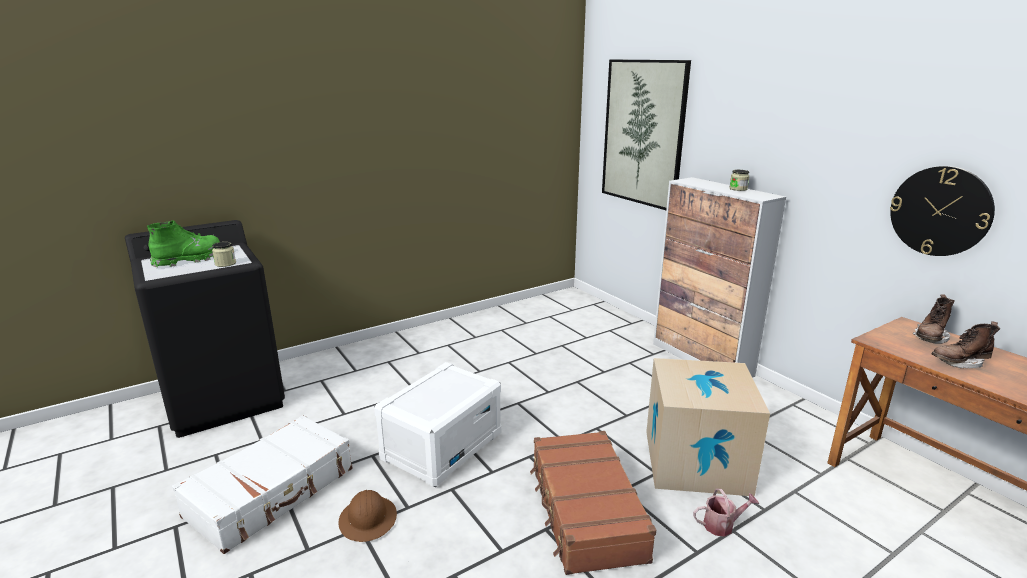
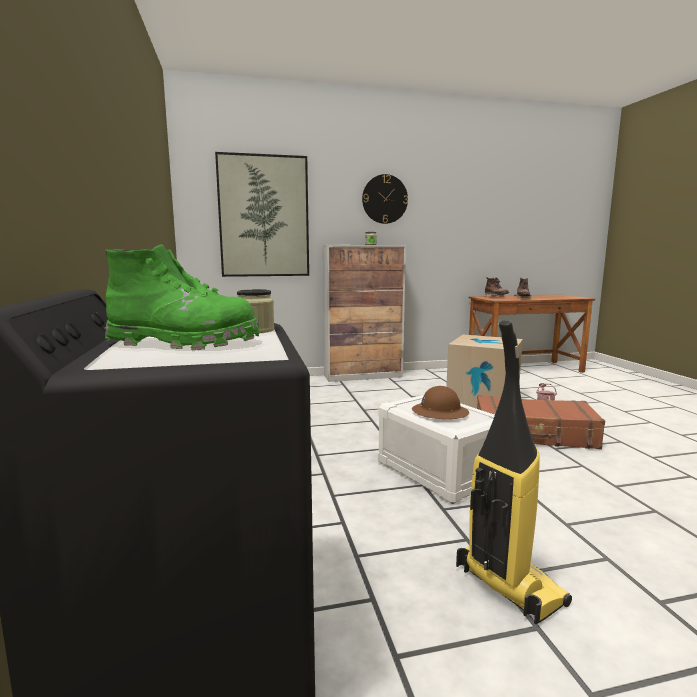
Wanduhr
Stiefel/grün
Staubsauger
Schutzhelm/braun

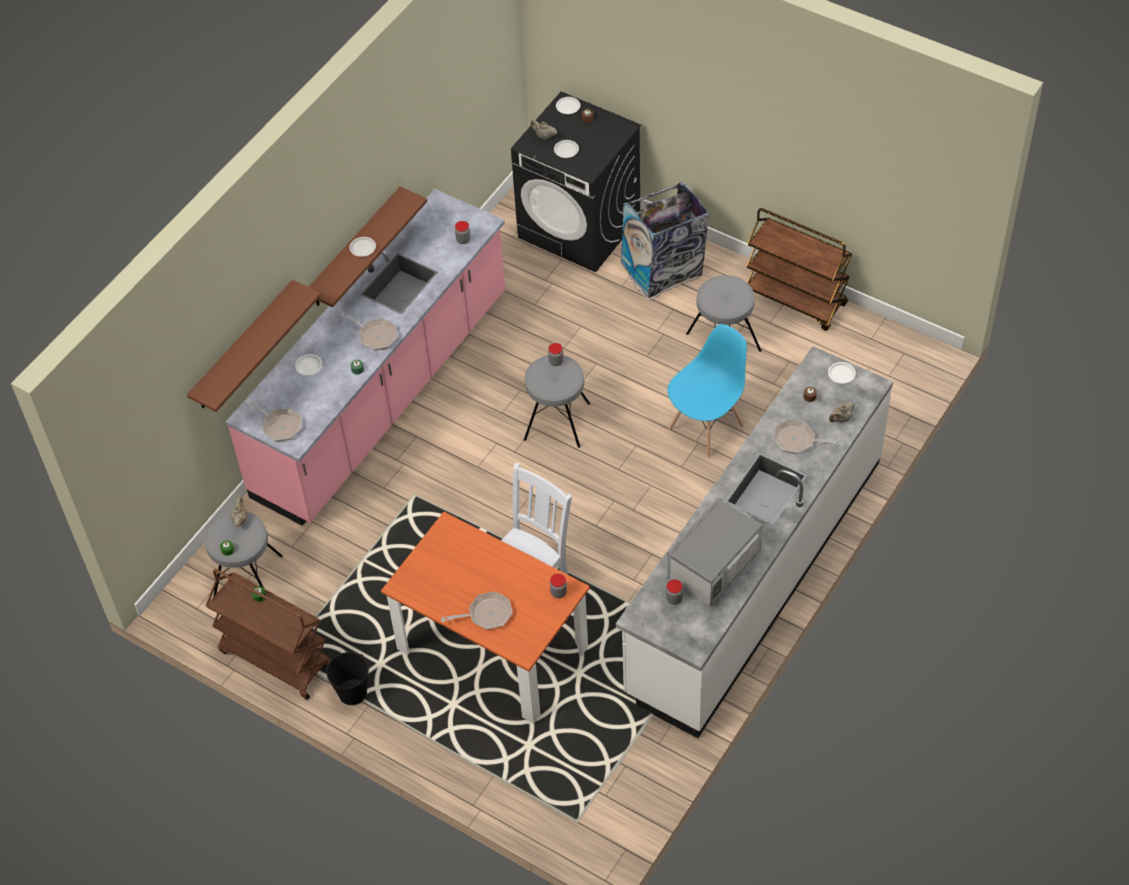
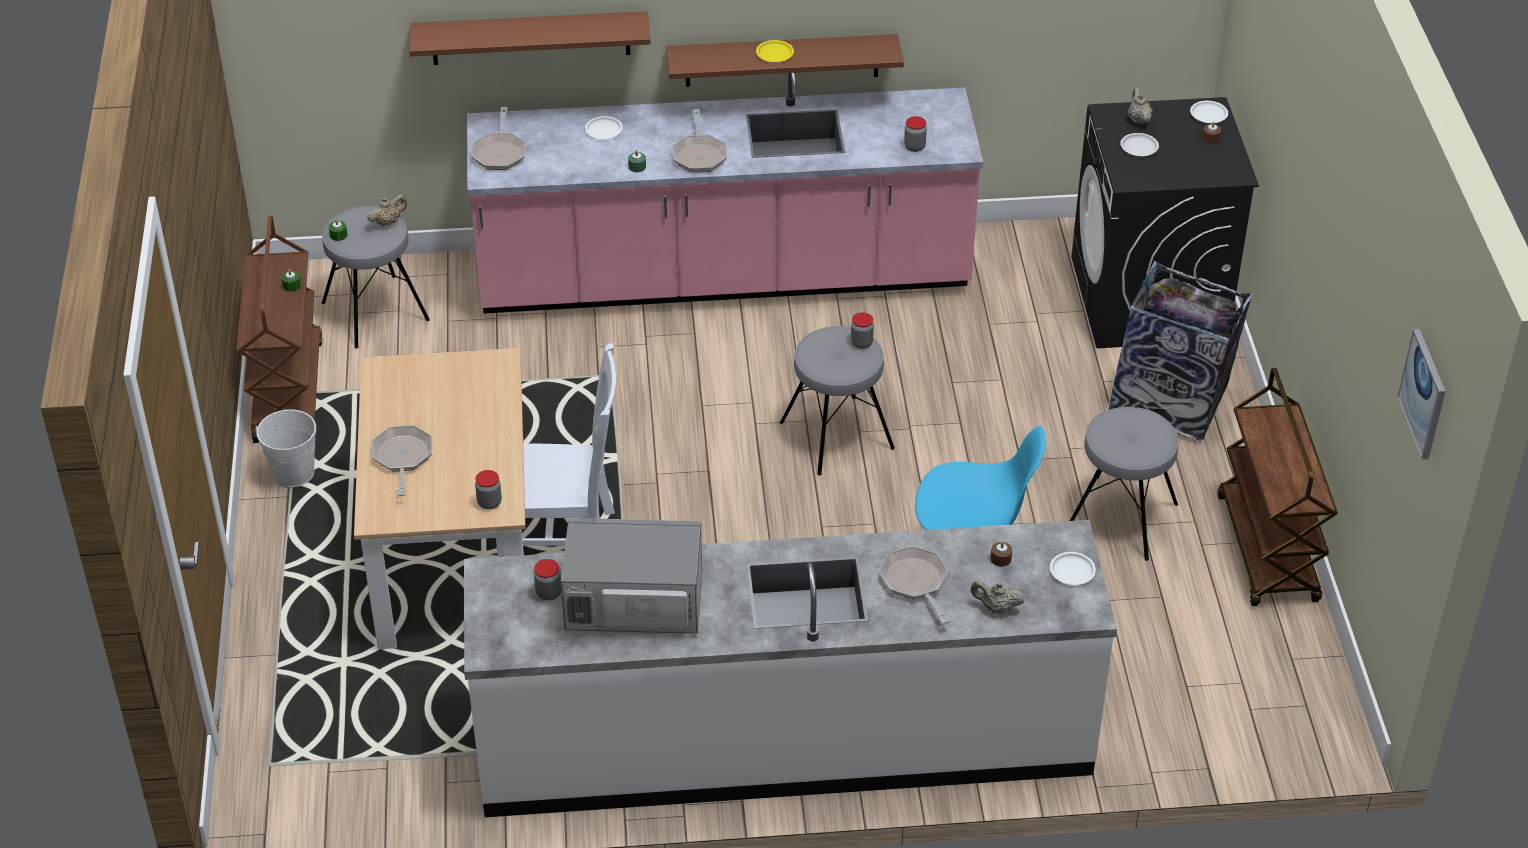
Teller/gelb
Esstisch/beige
Pfanne (no. 1 from left)
Eimer/weiß
Bild

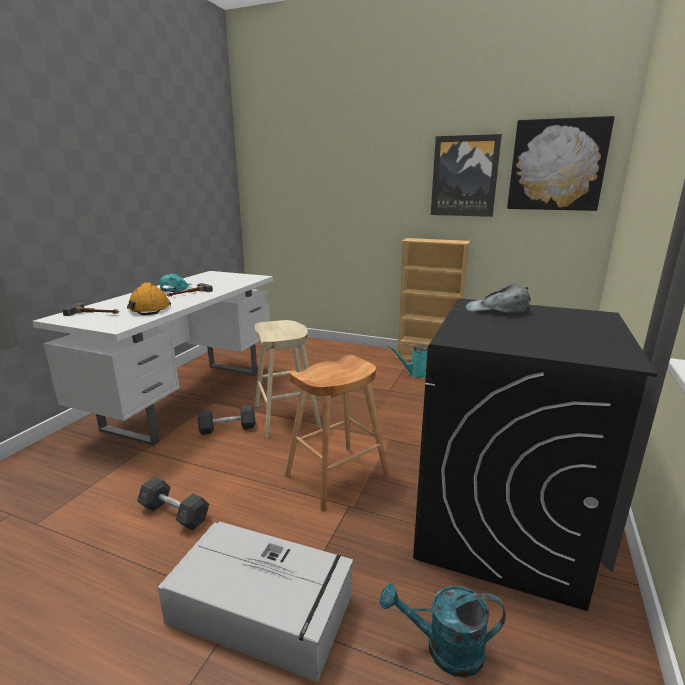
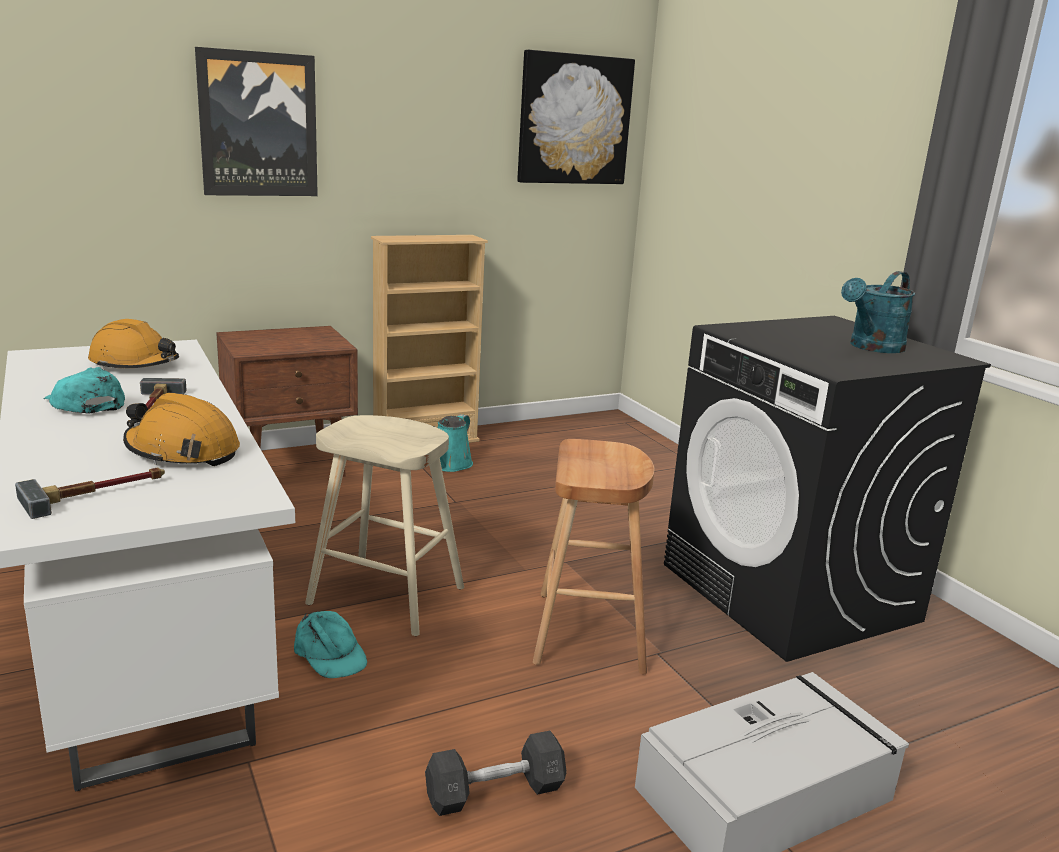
Bild (no. 1 from left)
Kappe/grau
Kappe/türkis (no. 2 from left)
Gießkanne/türkis (no. 2 from left)
Schutzhelm/orange (no. 1 from left)
Nachttisch/braun

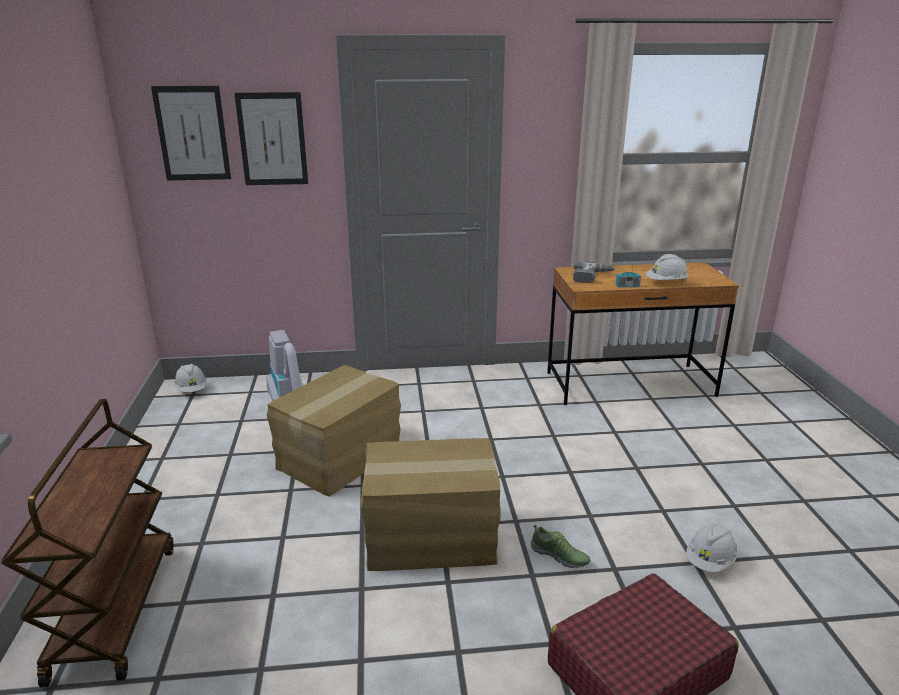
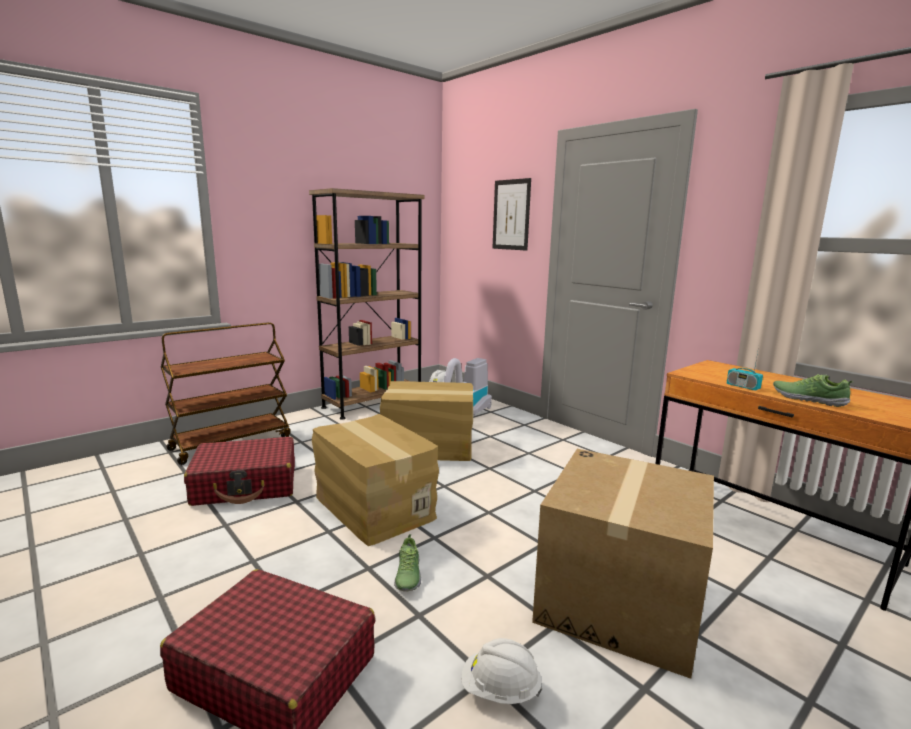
Bild (no. 1 from left in the first image)
Schuh (no. 2 from left)
Bohrmaschine
Bücherregal/braun
Koffer/rot (no. 1 from left)
Karton (no. 3 from left)

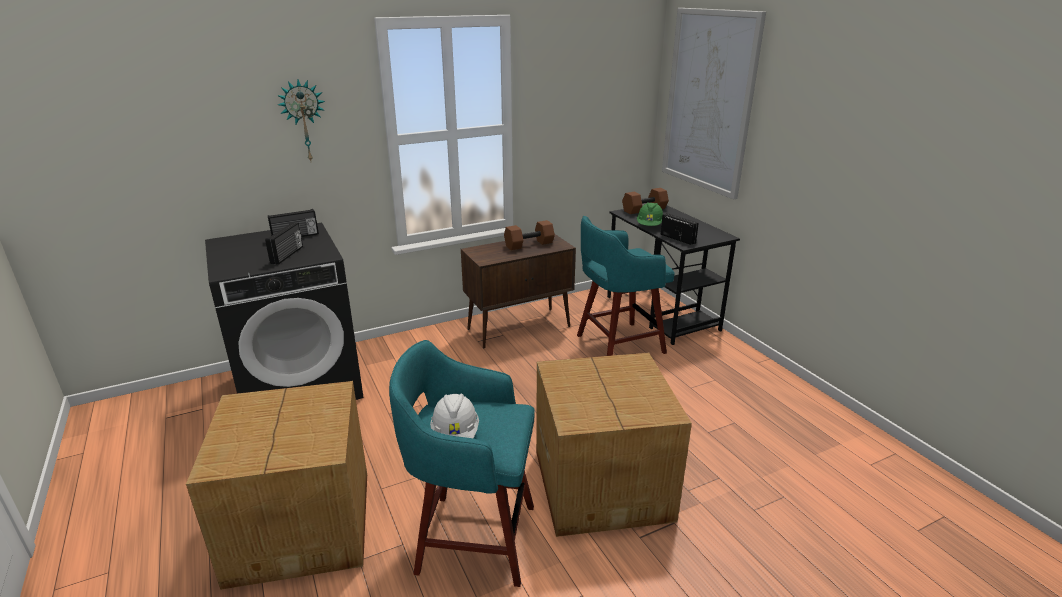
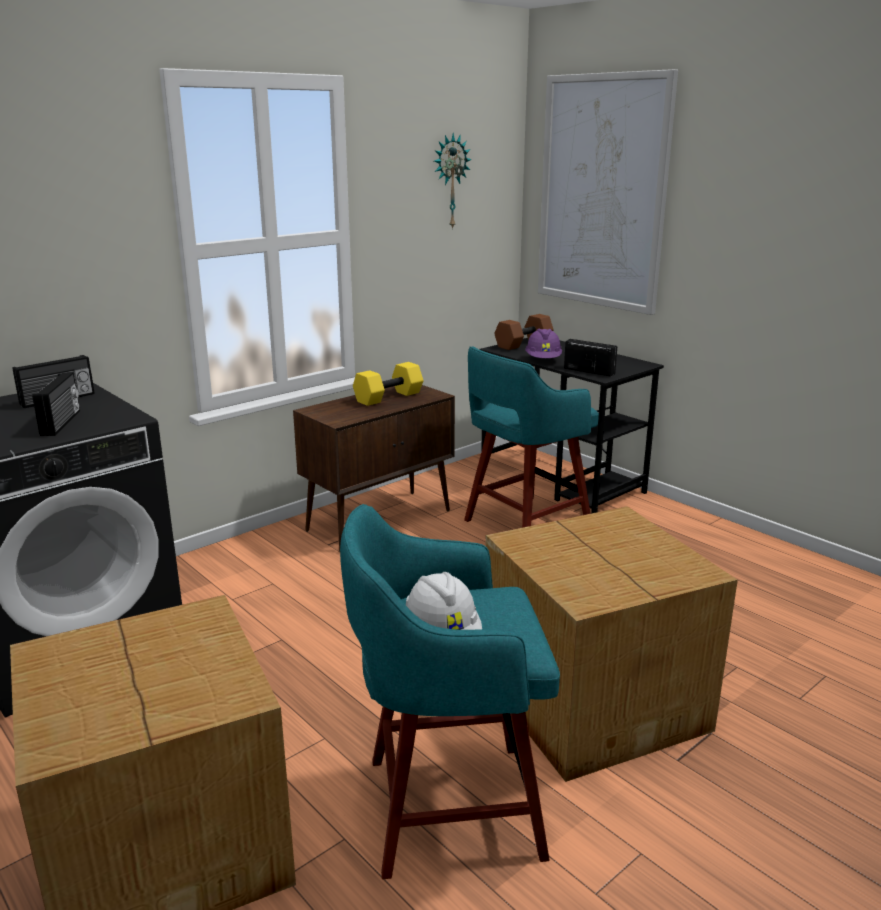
Wanduhr
Schutzhelm/lila
Hantel/gelb

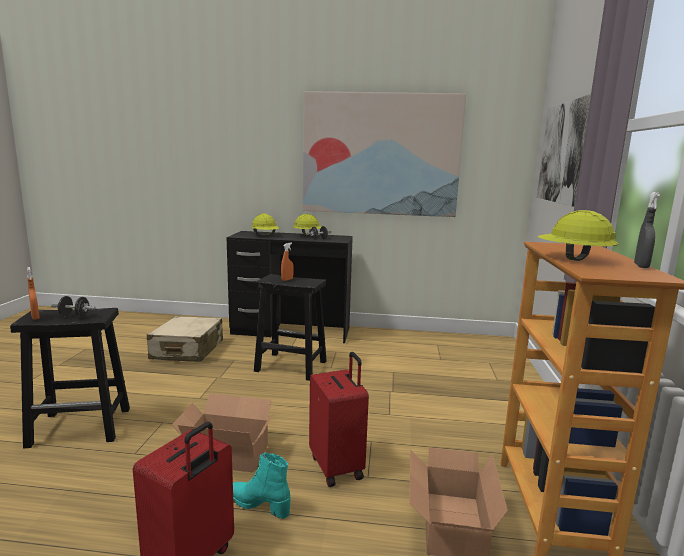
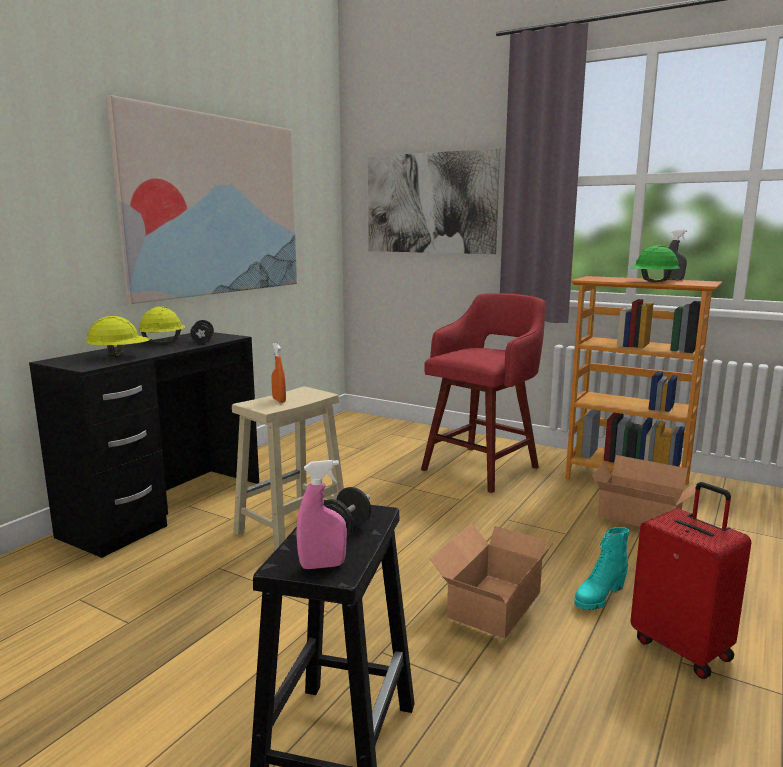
Schutzhelm/grün
Sprühflasche/rosa
Hocker/beige
Koffer/beige
Koffer/rot (no. 2 from left in the first image)
Hocker/rot

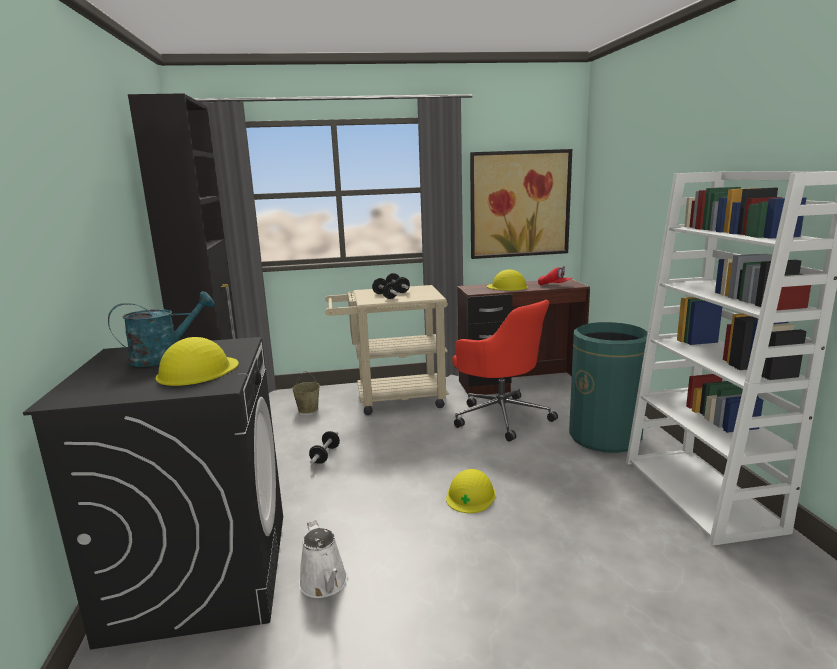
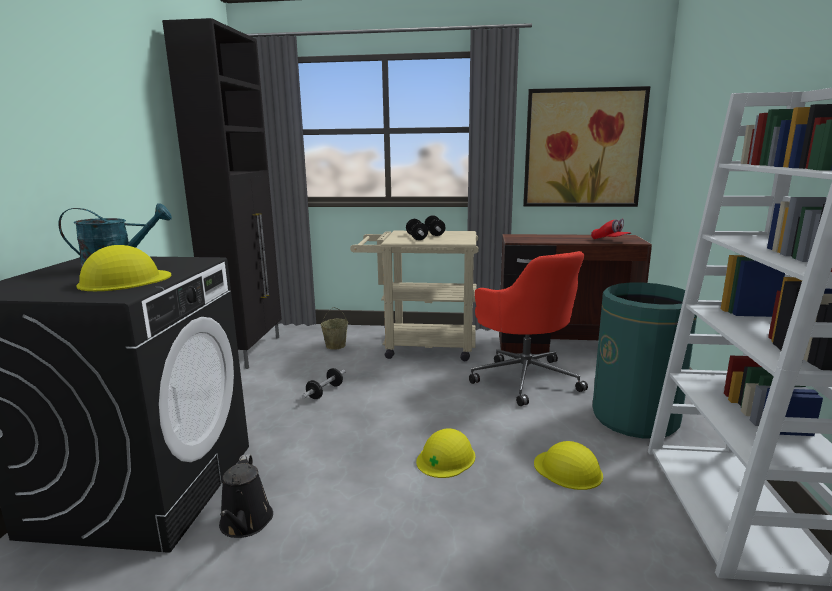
Schutzhelm/gelb (no. 3 from left)
Gießkanne/schwarz

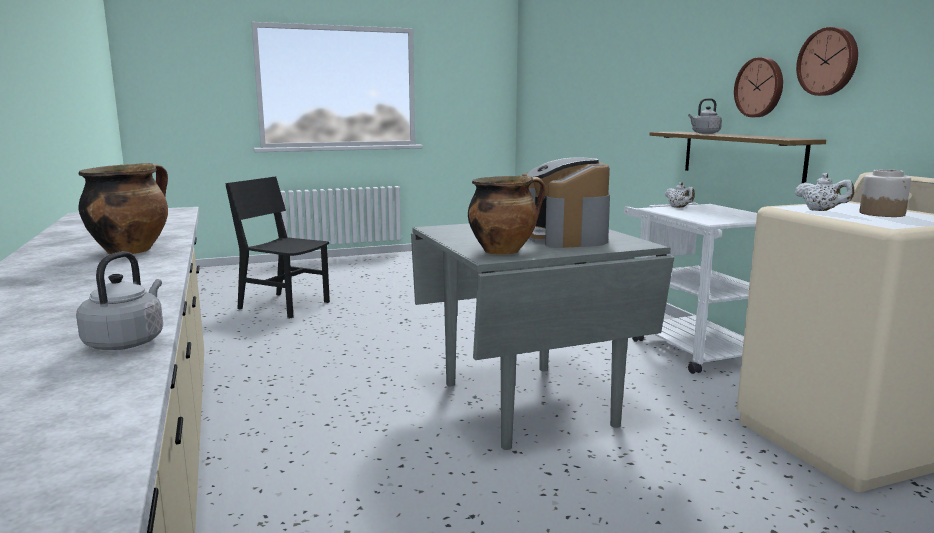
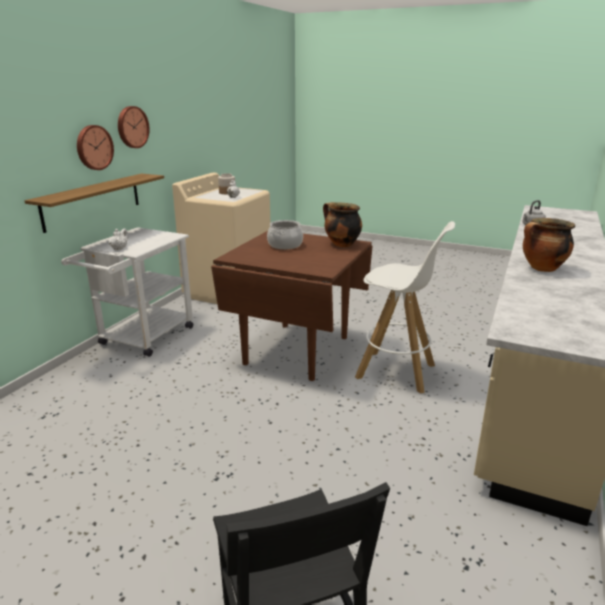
Wasserkessel/grau (no. 2 from left in the first image)
Kochtopf (no. 1 from left)
Esstisch/braun
Hocker/weiß

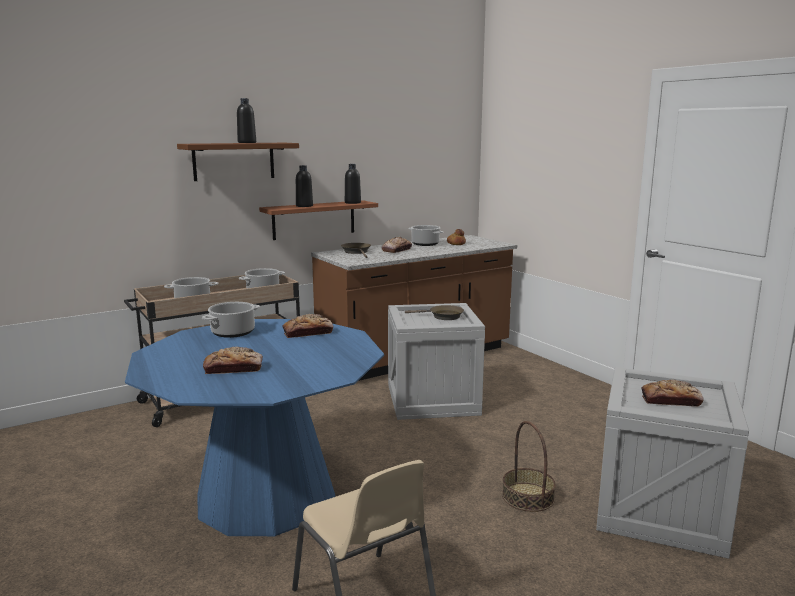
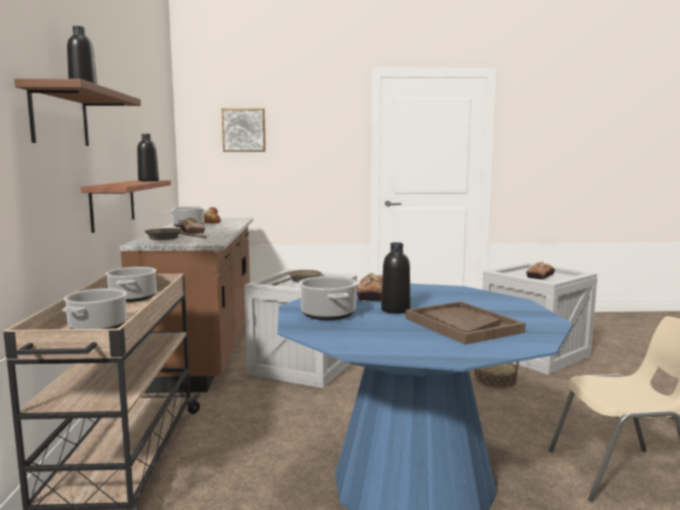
Flasche/schwarz (no. 3 from left)
Tablett/braun
Bild

